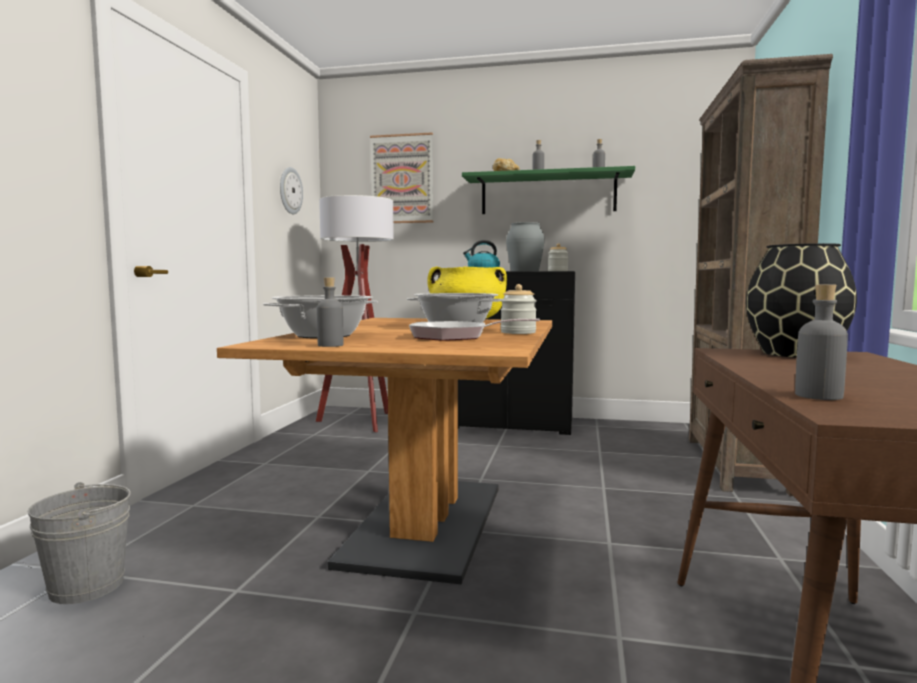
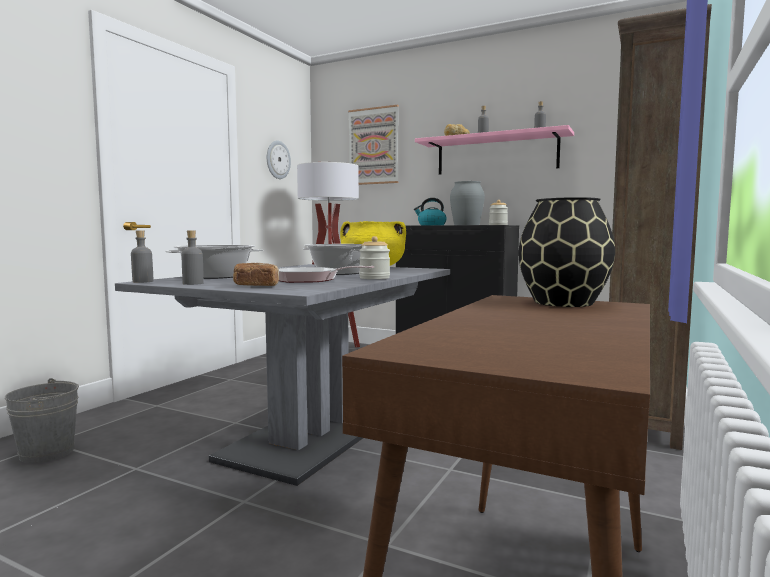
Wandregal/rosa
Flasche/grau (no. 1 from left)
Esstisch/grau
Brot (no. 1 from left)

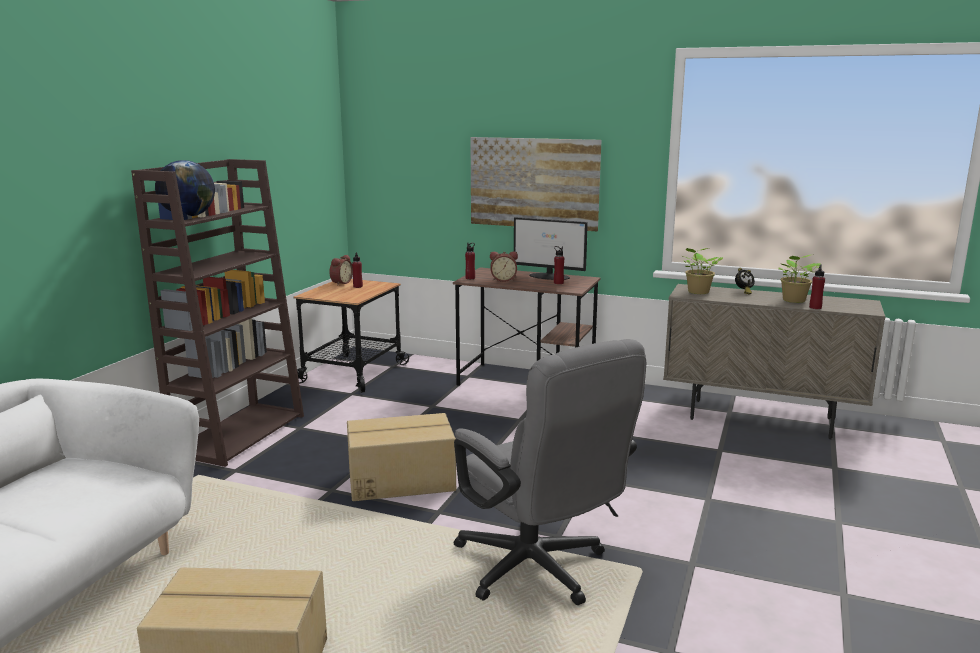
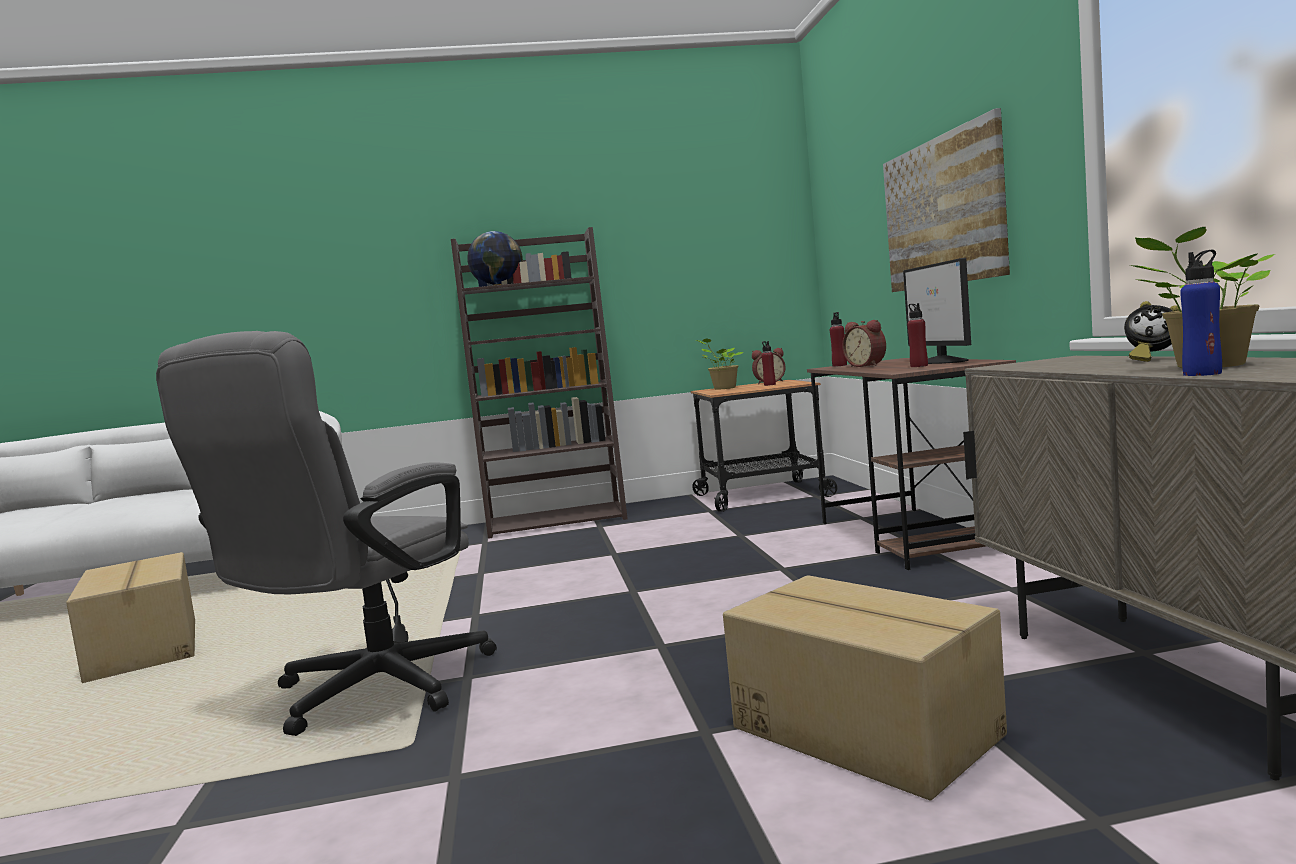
Topfpflanze (no. 1 from left)
Flasche/blau
Karton (no. 2 from left)

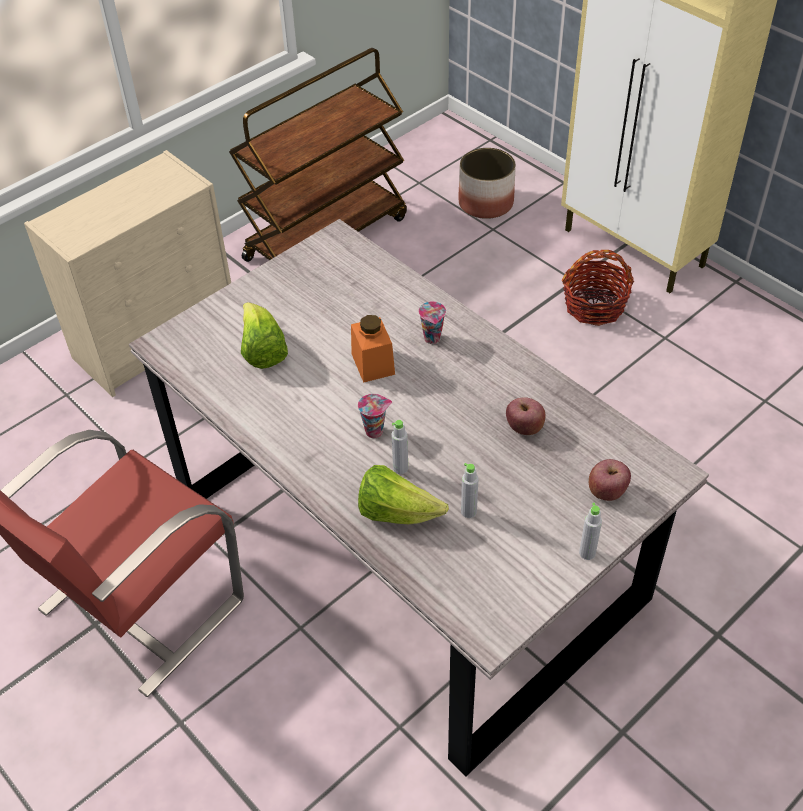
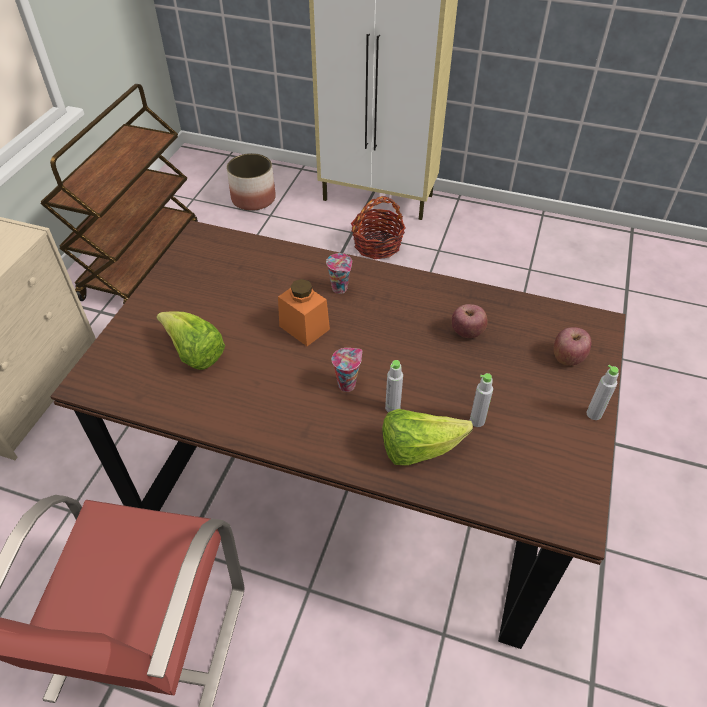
Esstisch/braun

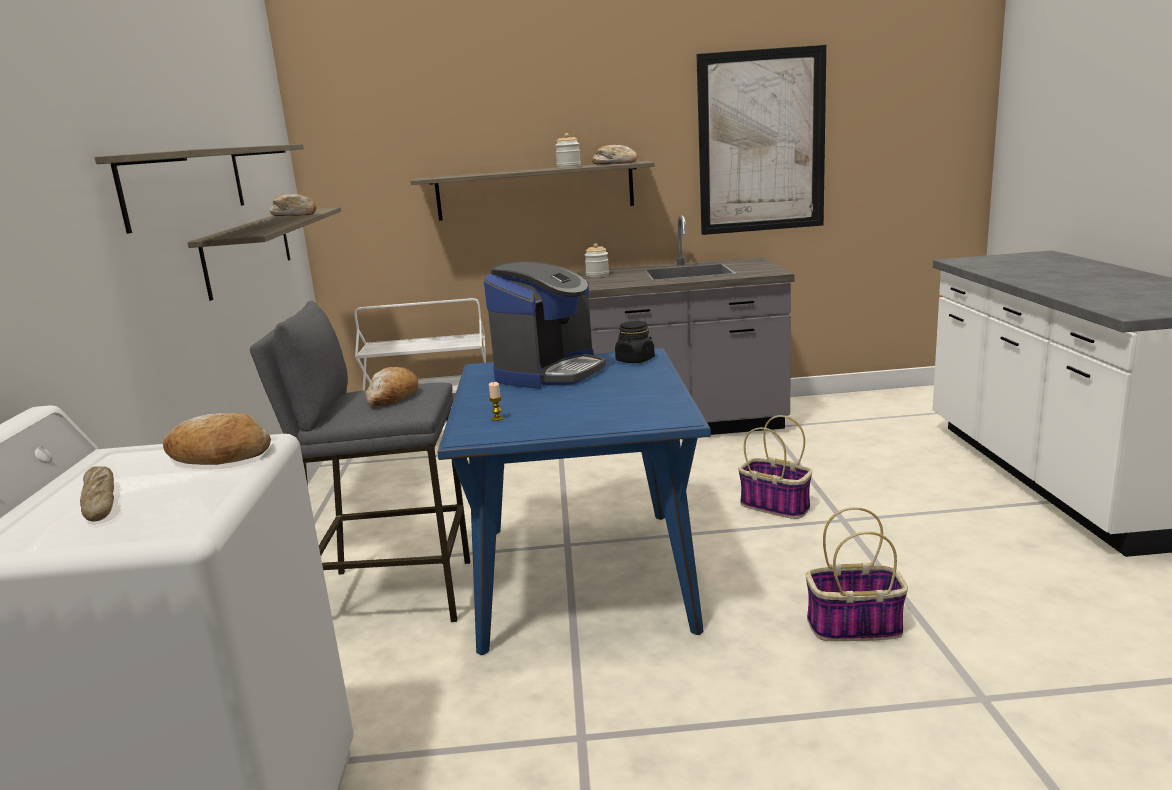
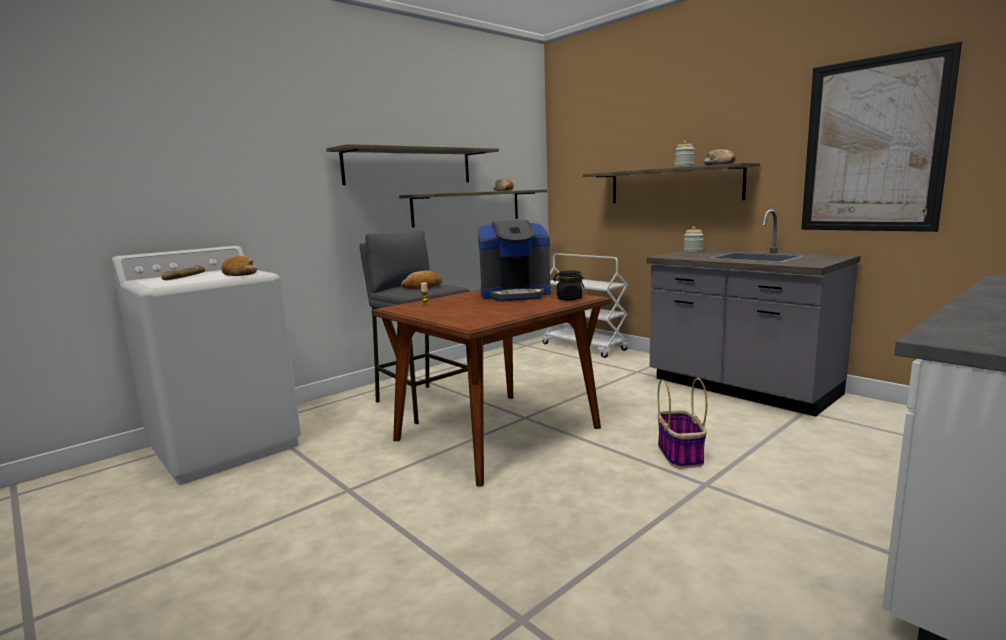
Esstisch/braun
Korb (no. 2 from left in the first image)

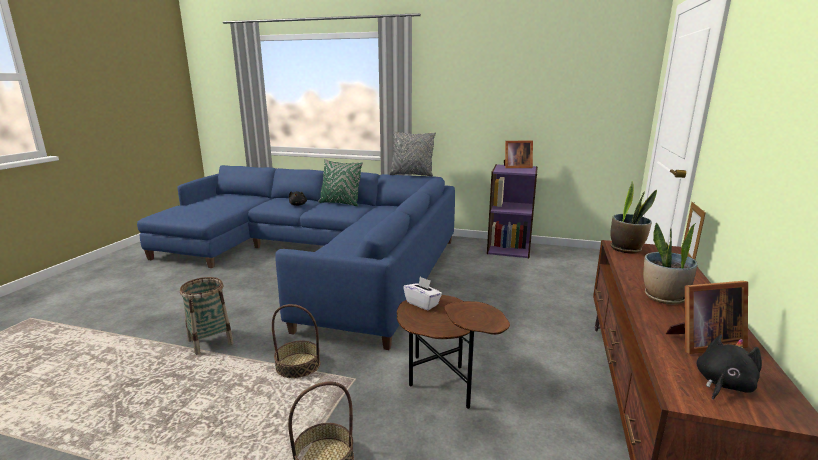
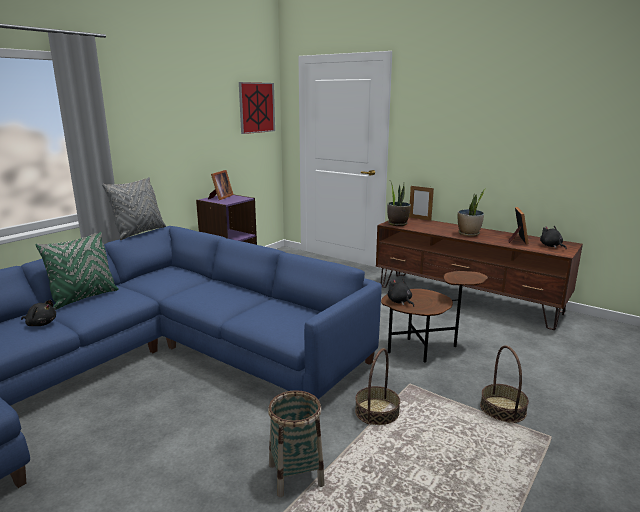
Plüschtier/schwarz (no. 2 from left)
Bild

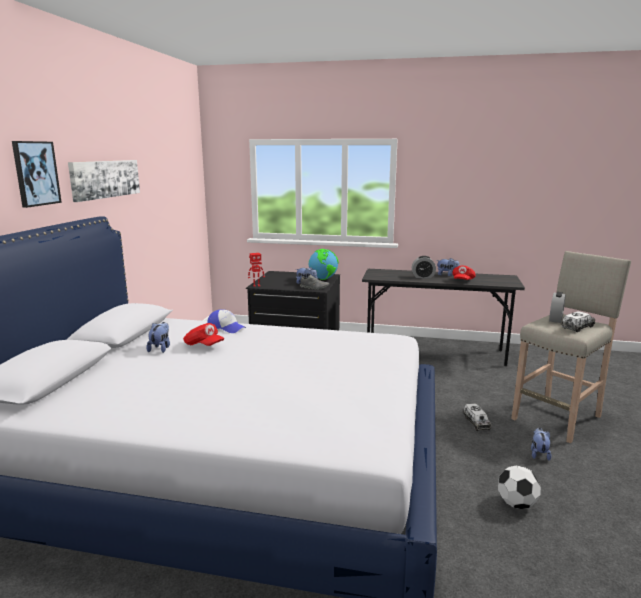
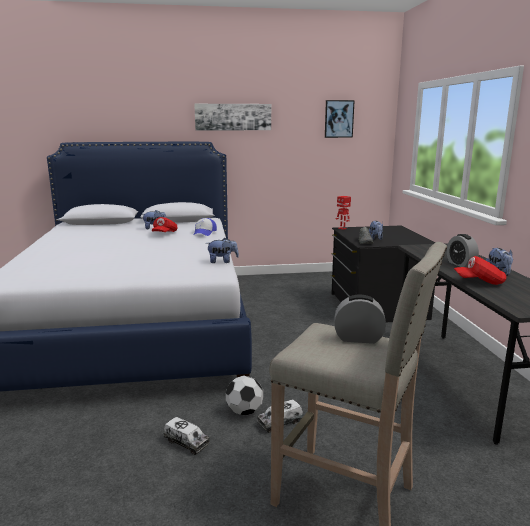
Bild (no. 2 from left)
Globus
Spielzeuglaster (no. 1 from left)
Plüschtier (no. 2 from left)
Fußball

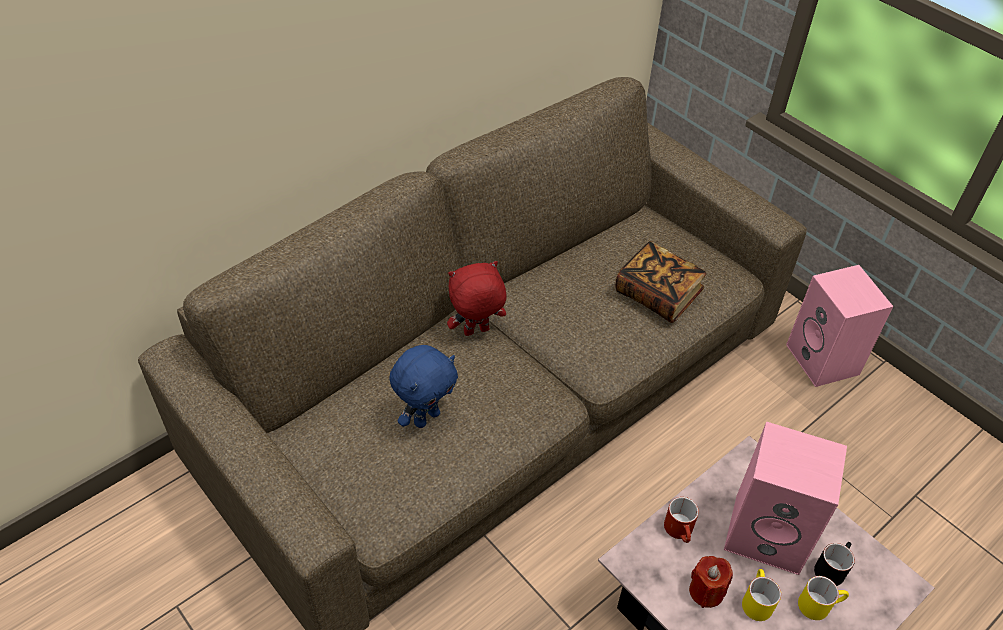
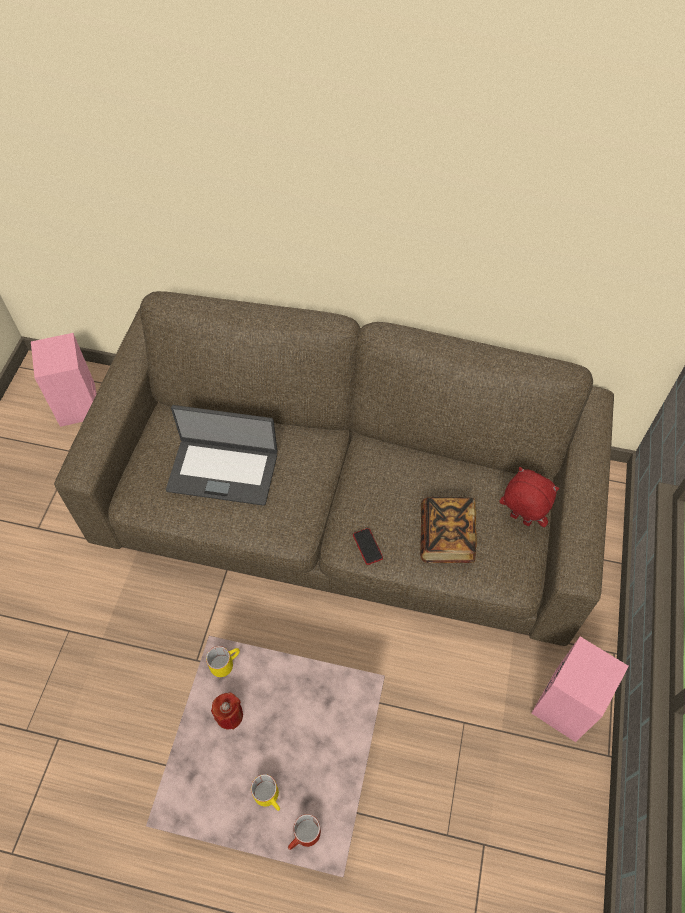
Plüschtier/rot
Laptop
Lautsprecher/rosa (no. 1 from left)
Henkelbecher/rot
Henkelbecher/schwarz
Henkelbecher/gelb (no. 1 from left)
Handy

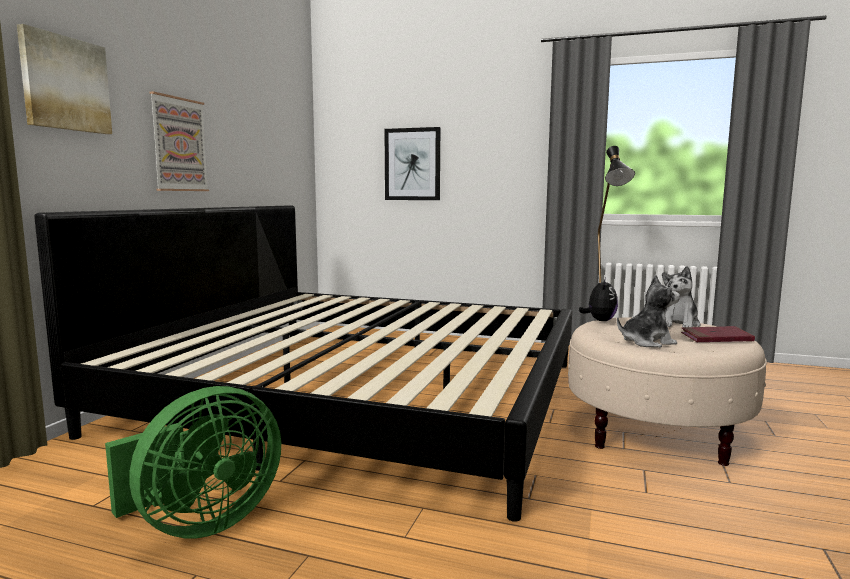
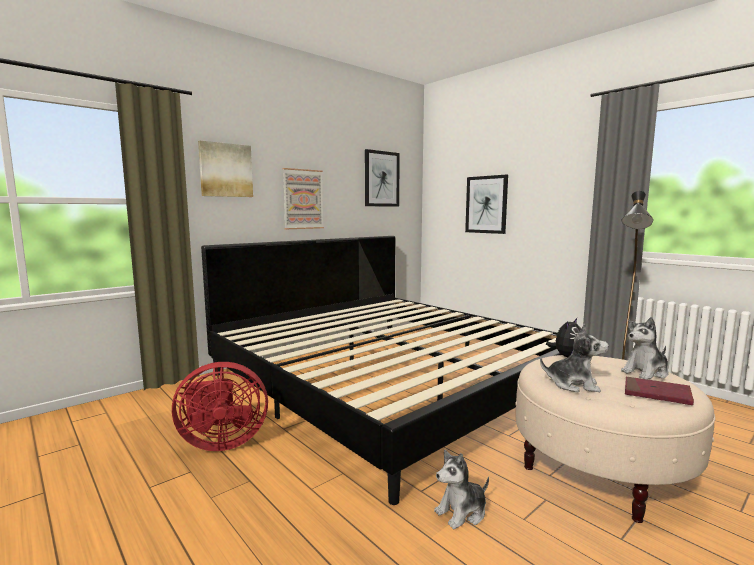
Ventilator/rot
Bild (no. 3 from left)
Plüschtier (no. 1 from left)

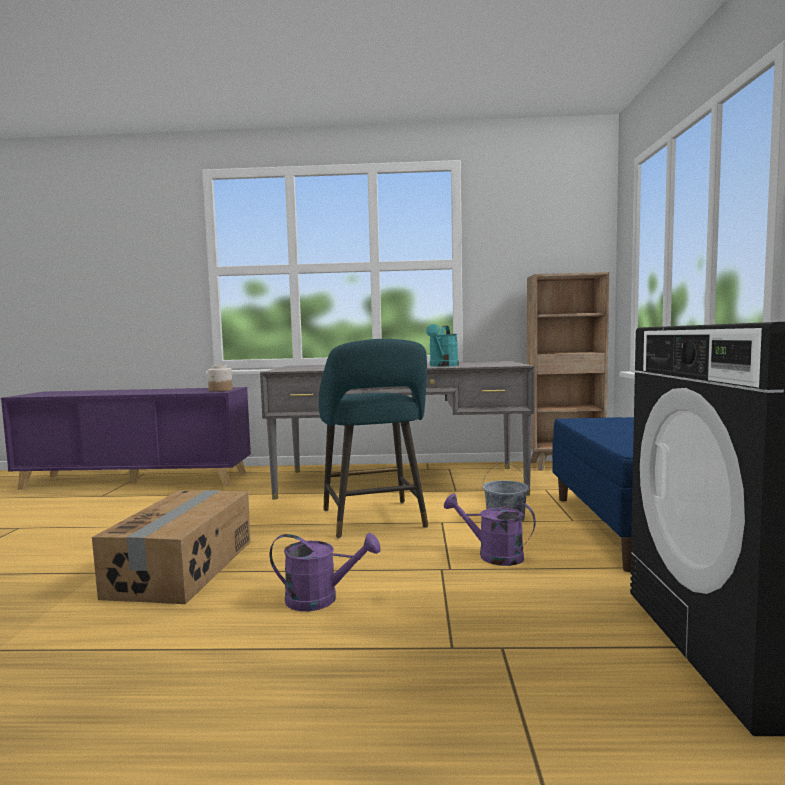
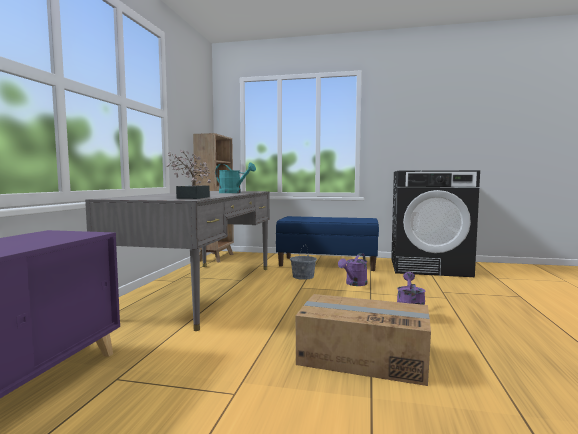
Hocker/türkis
Vorratsglas
Topfpflanze

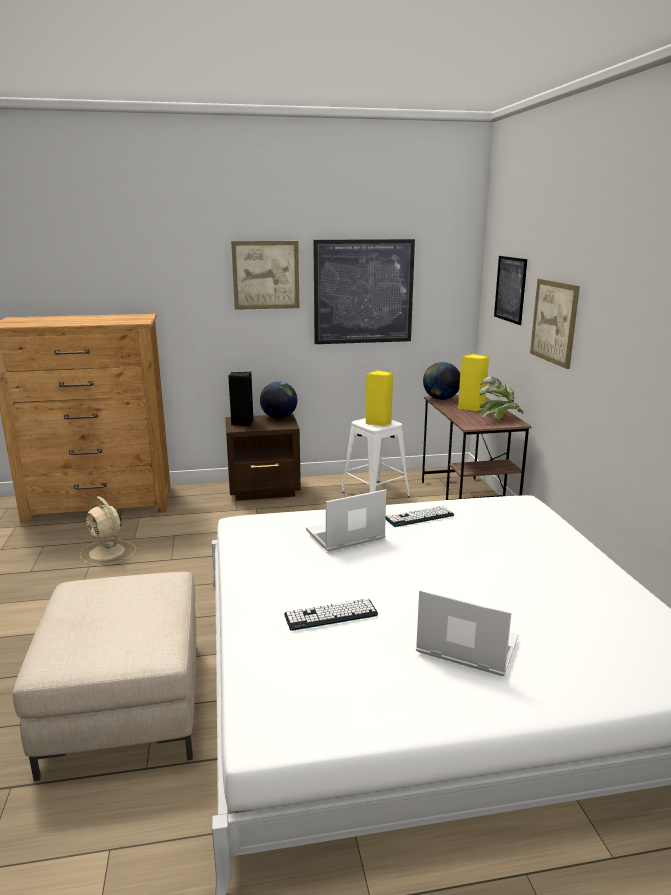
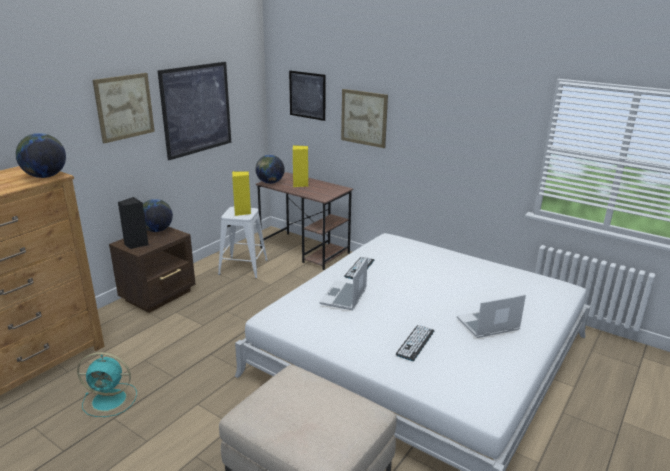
Topfpflanze
Ventilator/türkis
Globus (no. 1 from left)

